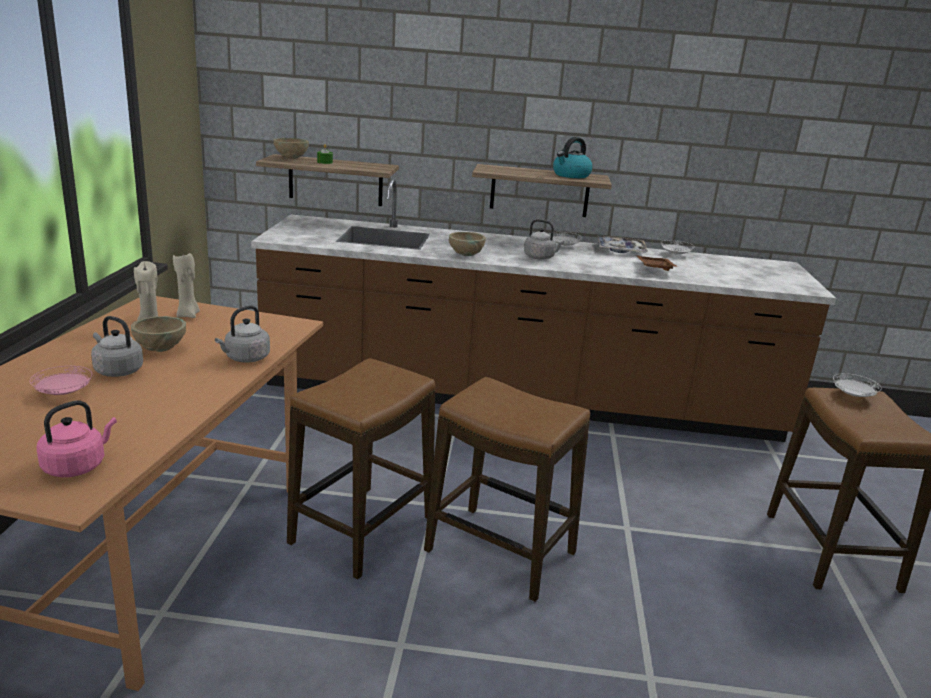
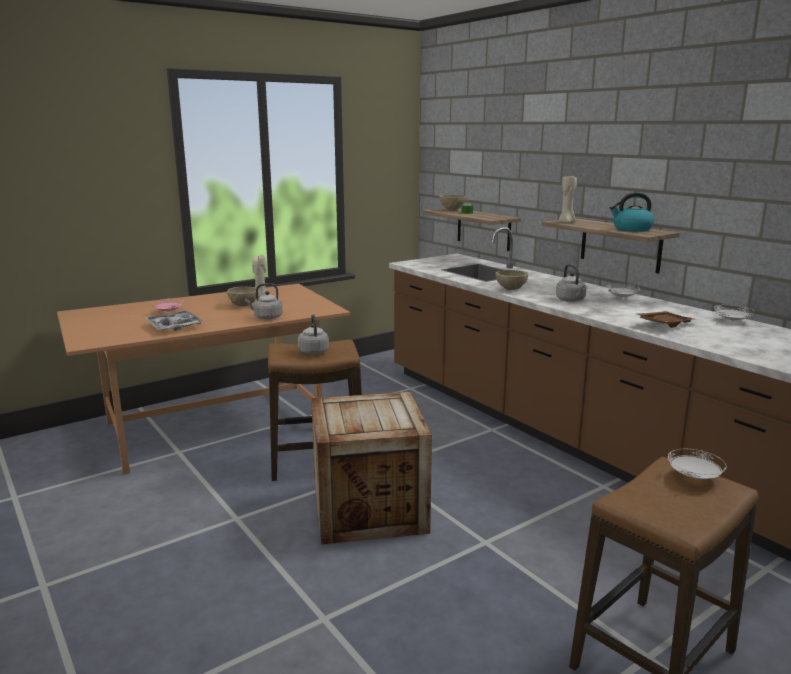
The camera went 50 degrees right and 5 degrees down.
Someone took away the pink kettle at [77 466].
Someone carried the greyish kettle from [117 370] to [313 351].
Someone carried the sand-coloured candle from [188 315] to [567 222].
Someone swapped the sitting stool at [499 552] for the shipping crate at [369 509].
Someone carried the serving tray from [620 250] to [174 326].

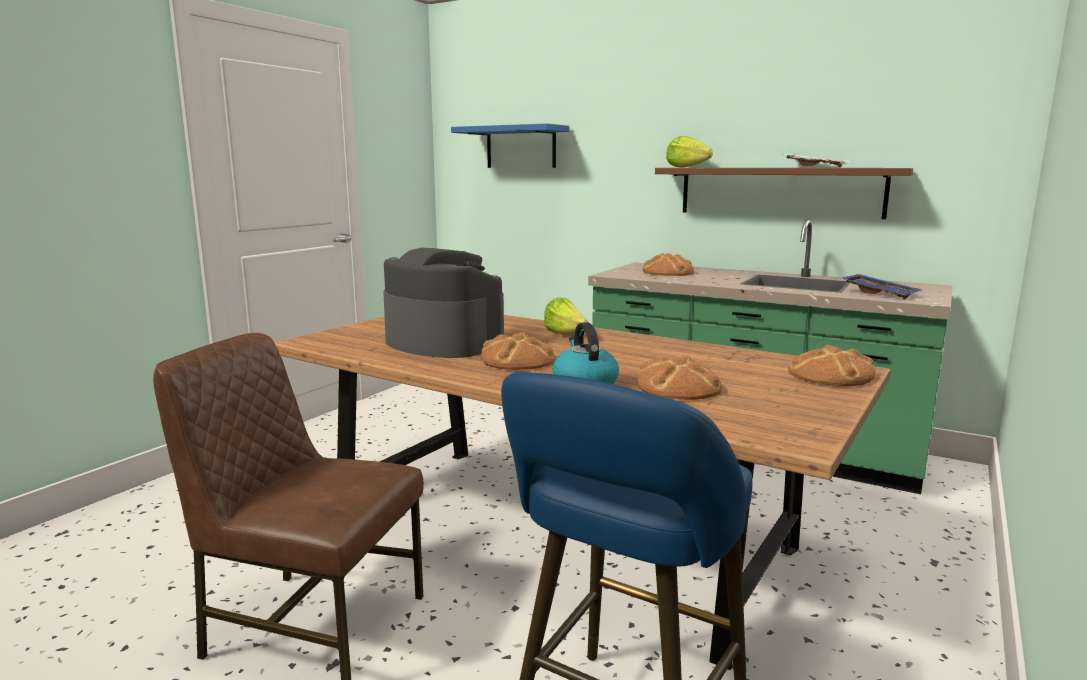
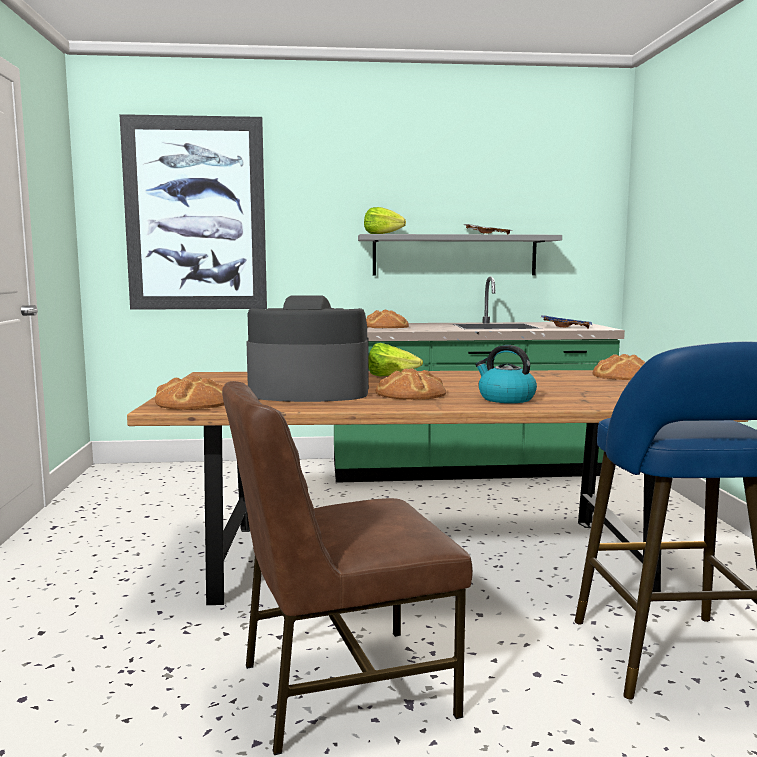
The camera went 35 degrees left and 5 degrees down.
Someone swapped the blue-coloured wall shelf at [521 147] for the wall art at [195 214].
Someone carried the bread from [677 387] to [193 403].
Someone repainted the brown wall shelf at [779 191], which became the greyish wall shelf at [454 255].

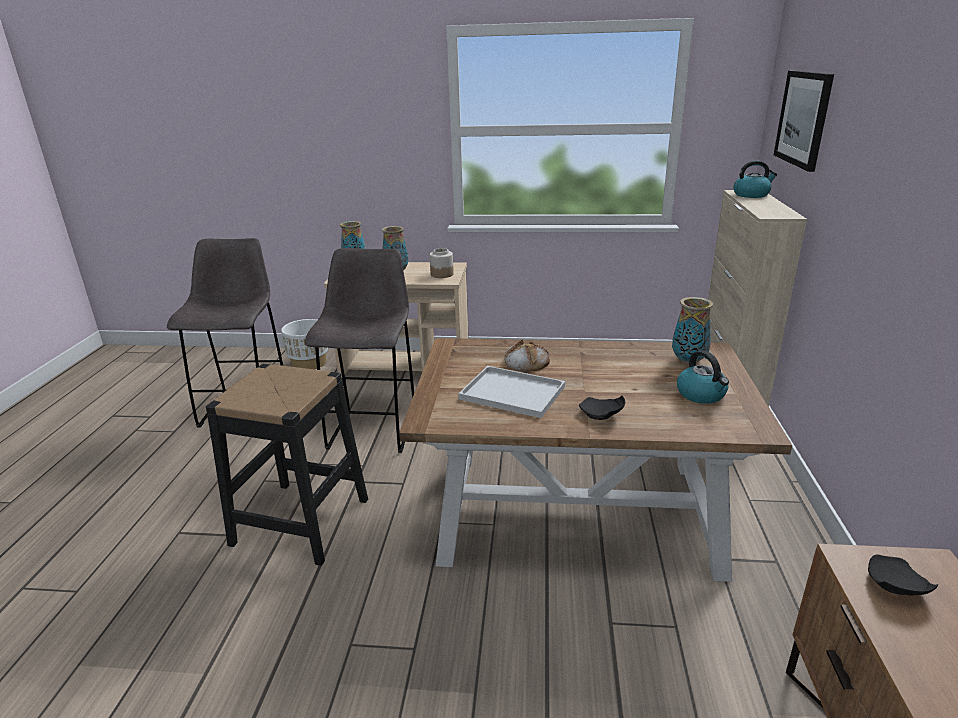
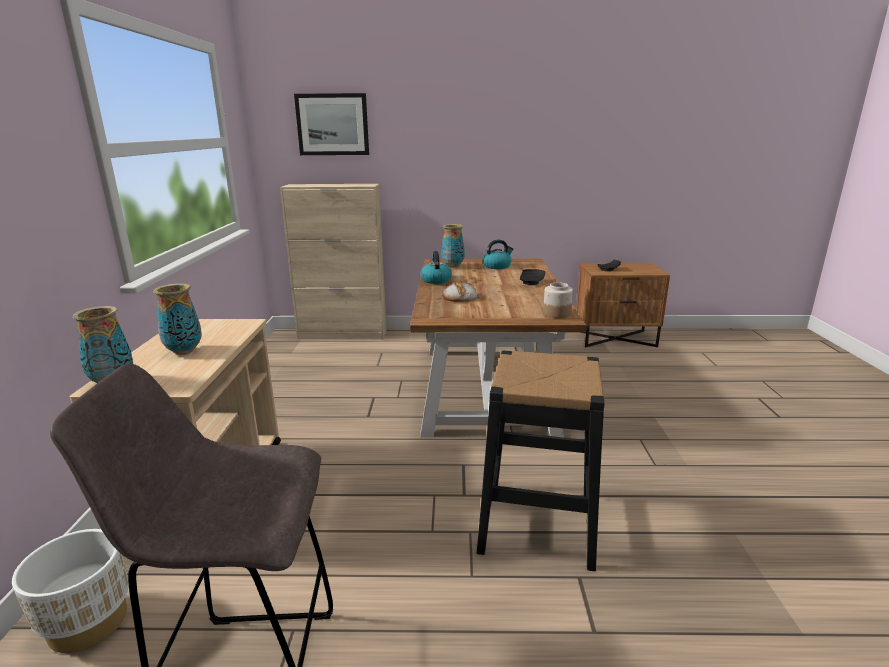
The camera went 95 degrees left and 5 degrees down.
Someone took away the greyish sitting stool at [374 429].
Someone carried the preserve jar from [442 274] to [556 314].
Someone took away the whitish serving tray at [514 393].
Someone carried the kettle from [751 195] to [436 280].

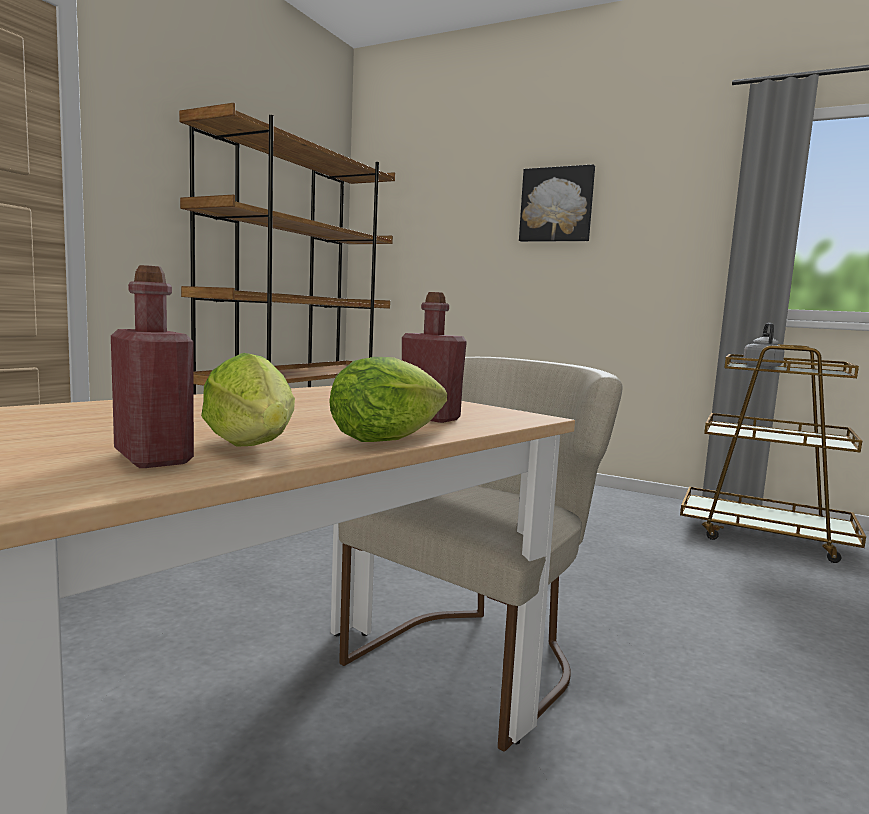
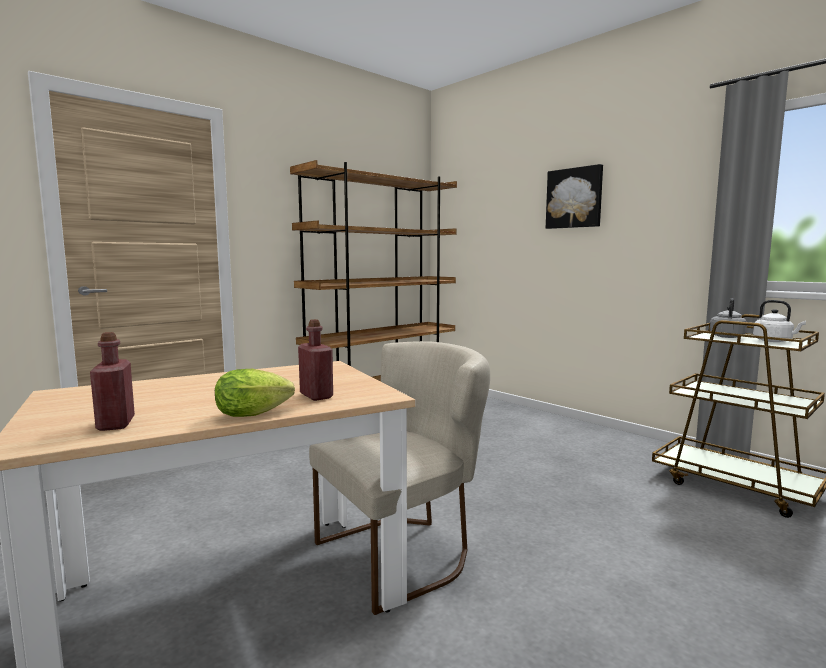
The camera went 20 degrees right and 0 degrees up.
Someone took away the lettuce at [254 449].
Someone put down the whitish kettle at [774 341].

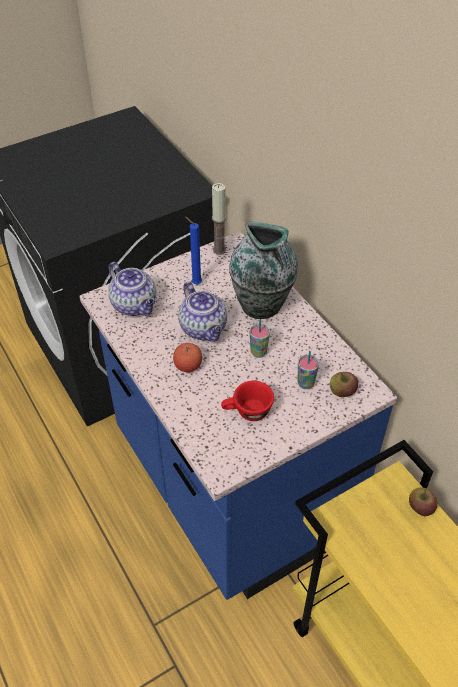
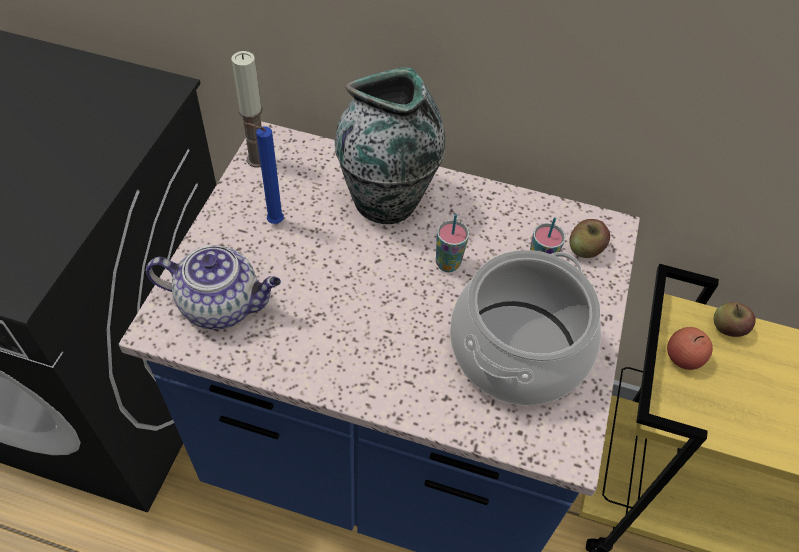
The camera went 45 degrees left and 5 degrees up.
Someone carried the whole apple from [188 366] to [683 357].
Someone took away the pot for tea at [204 329].
Someone swapped the reddish small cup at [247 412] for the cooking pot at [517 350].

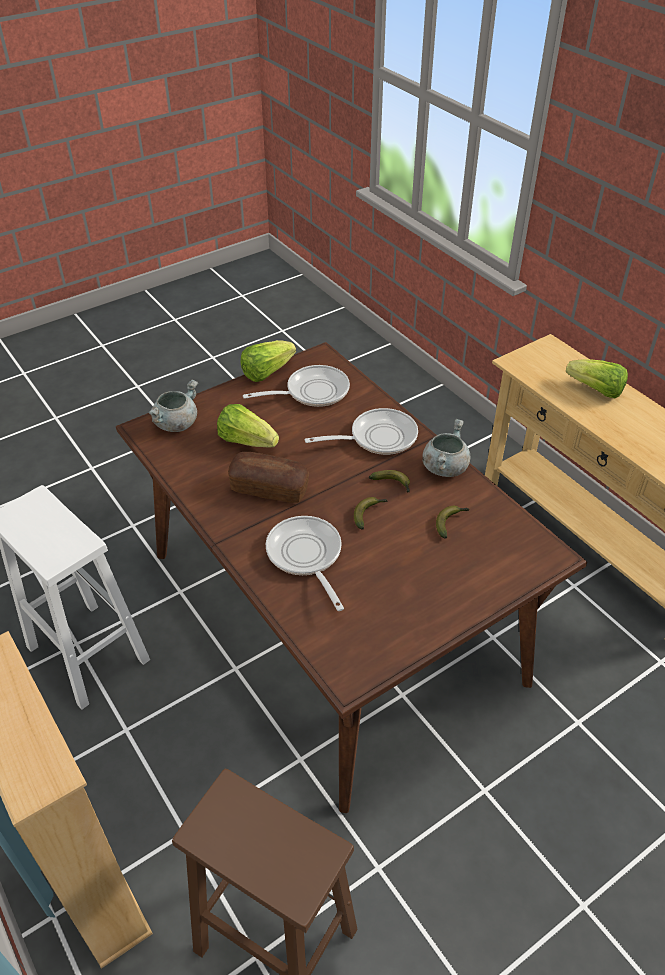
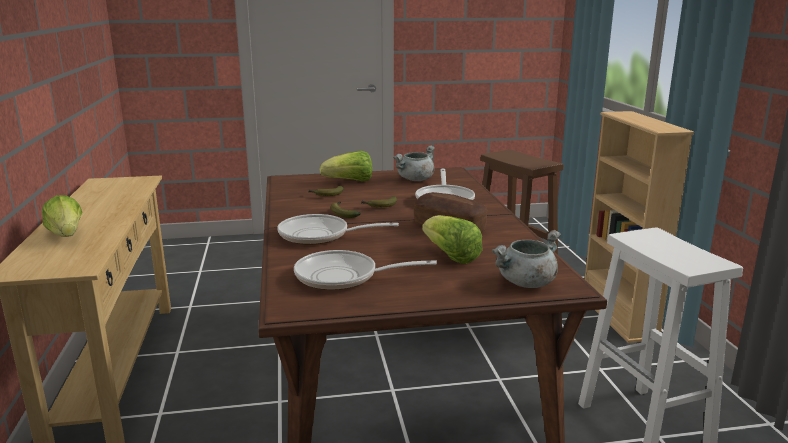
The camera went 155 degrees left and 25 degrees down.
Someone carried the lettuce from [266 372] to [350 181].
Someone carried the greyish cooking pot from [444 467] to [415 180].

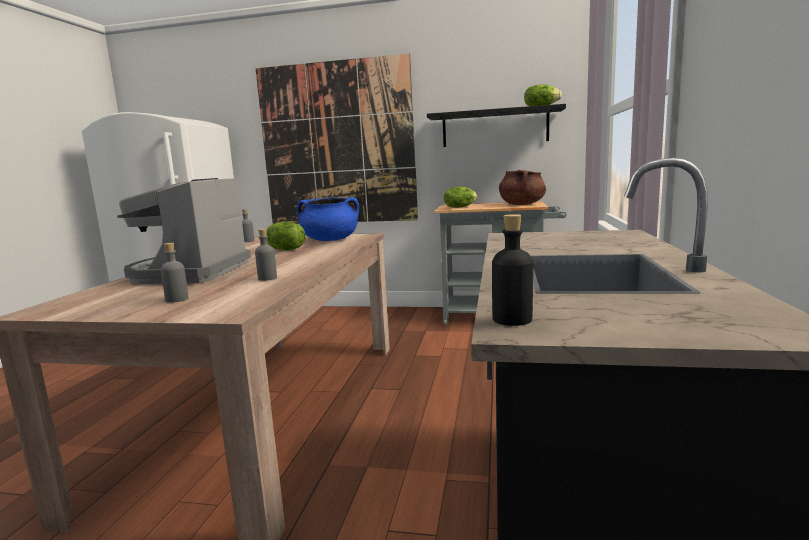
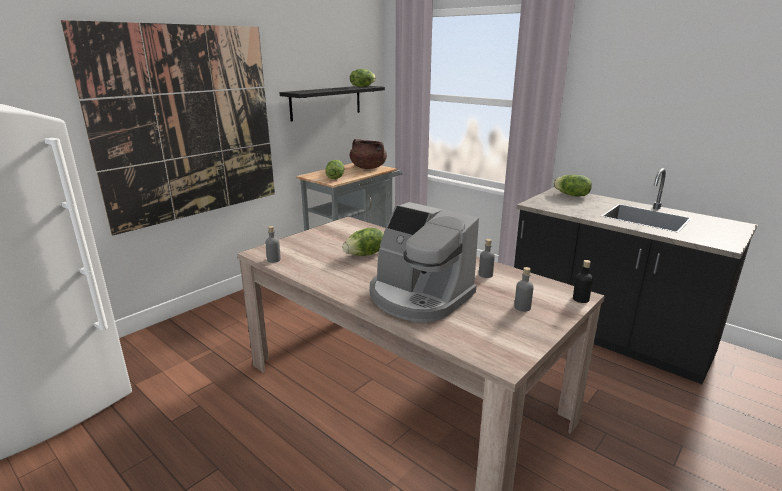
The camera went 60 degrees left and 10 degrees up.
Someone took away the blue-coloured cooking pot at [330 240].
Someone carried the black drink bottle from [512 319] to [580 299].
Someone put down the lettuce at [571 195].

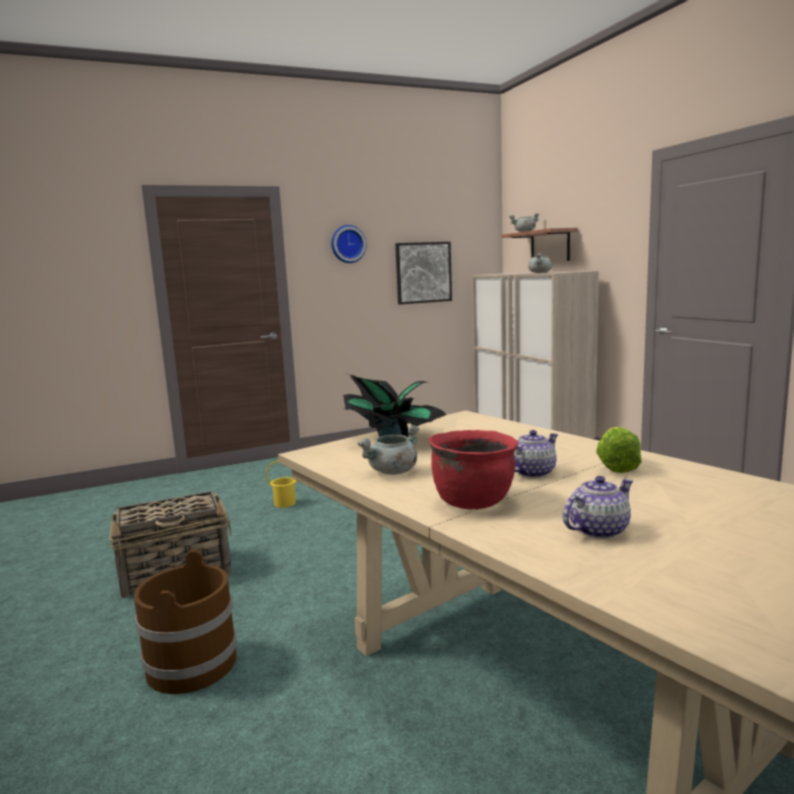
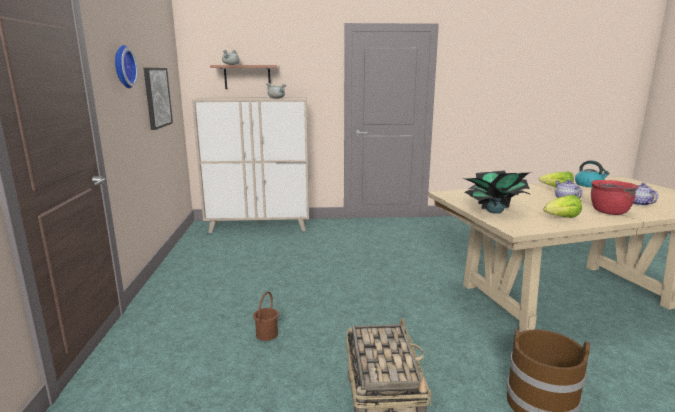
The camera went 70 degrees left and 5 degrees up.
Someone repainted the yellow-coloured bucket at [284 503], which became the brown bucket at [266 334].
Someone swapped the greyish cooking pot at [392 472] for the lettuce at [561 218].
Someone put down the kettle at [589 185].

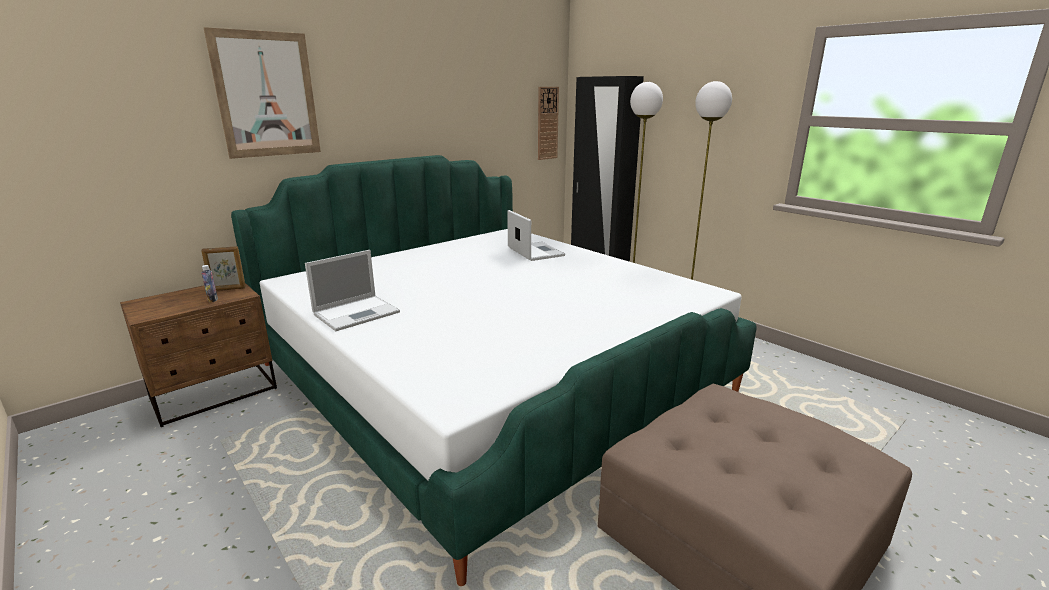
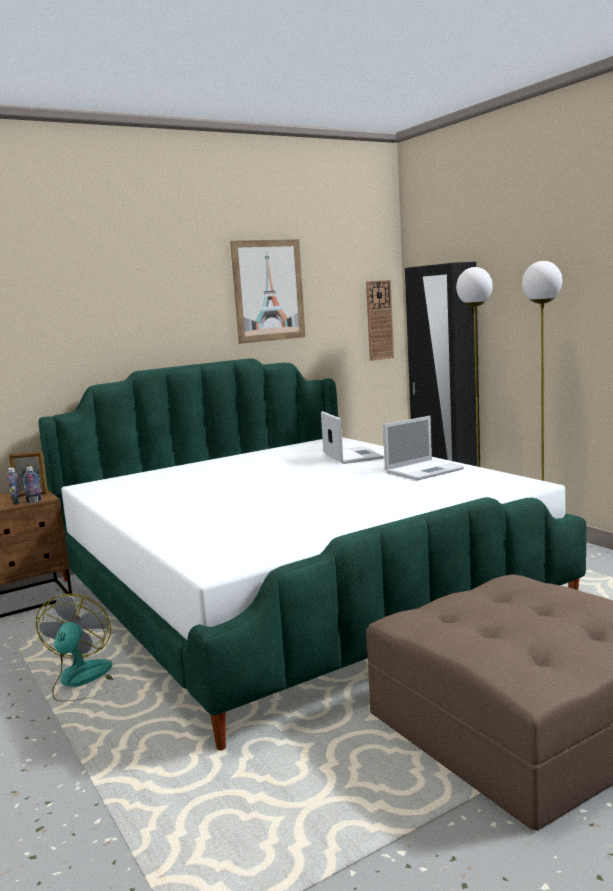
The camera went 10 degrees right and 10 degrees down.
Someone carried the wall art from [266 95] to [268 290].
Someone carried the laptop from [357 313] to [425 470].
Someone put down the drink bottle at [34 501].
Someone put down the cooling fan at [82 681].

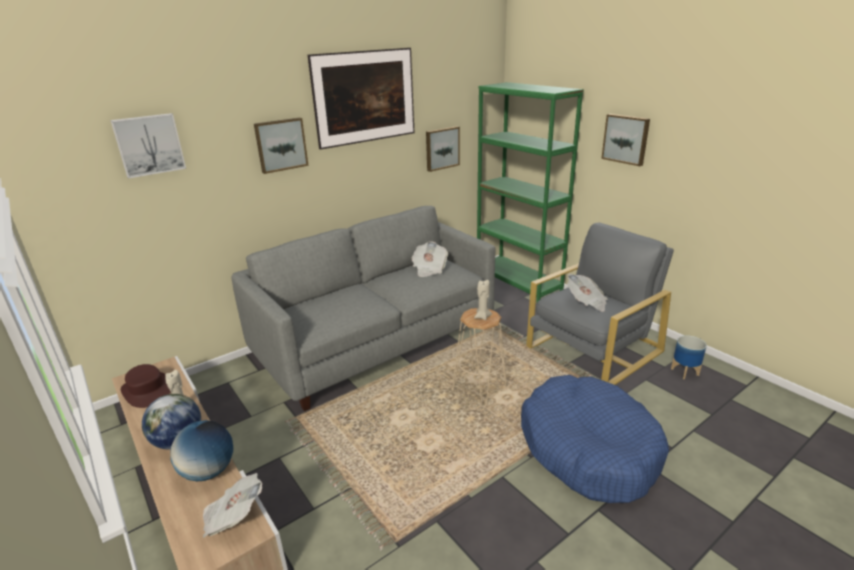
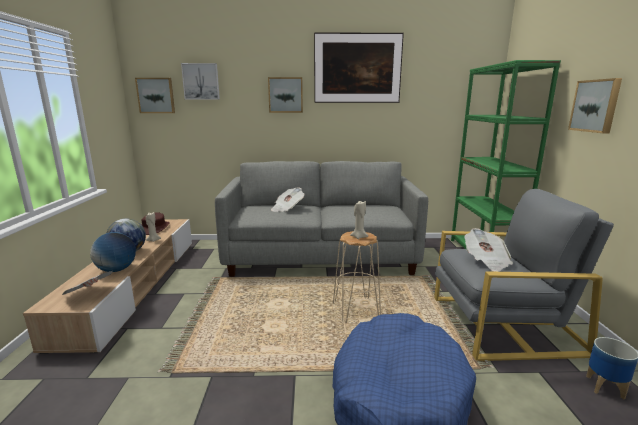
The camera went 35 degrees right and 10 degrees down.
Someone carried the newspaper from [429 269] to [287 208].
Someone carried the wall art from [441 148] to [156 95].

